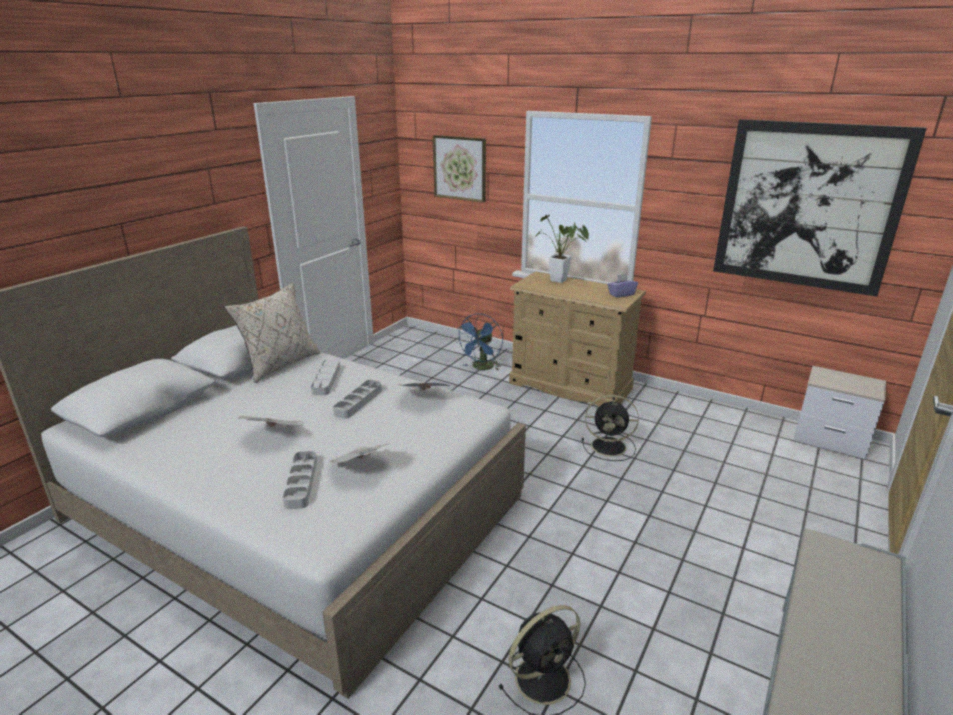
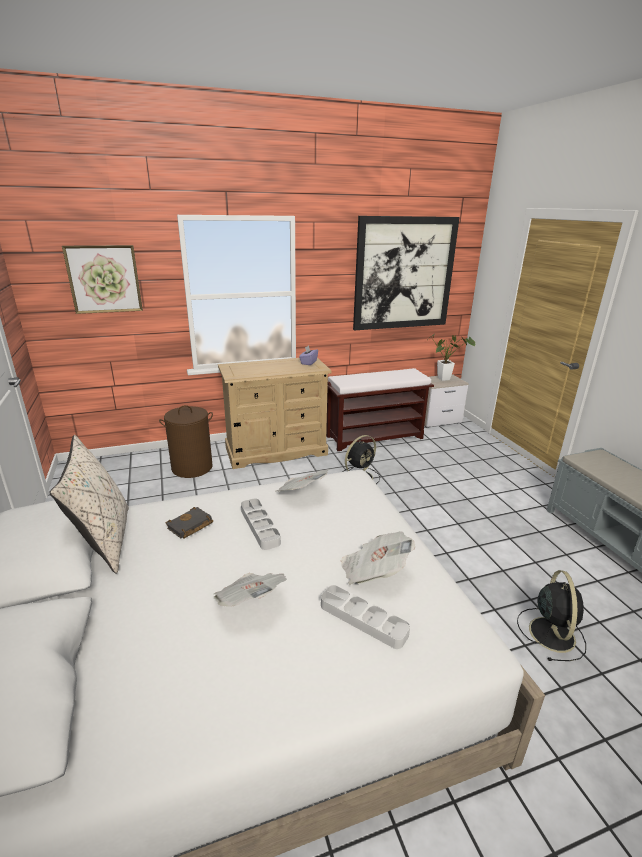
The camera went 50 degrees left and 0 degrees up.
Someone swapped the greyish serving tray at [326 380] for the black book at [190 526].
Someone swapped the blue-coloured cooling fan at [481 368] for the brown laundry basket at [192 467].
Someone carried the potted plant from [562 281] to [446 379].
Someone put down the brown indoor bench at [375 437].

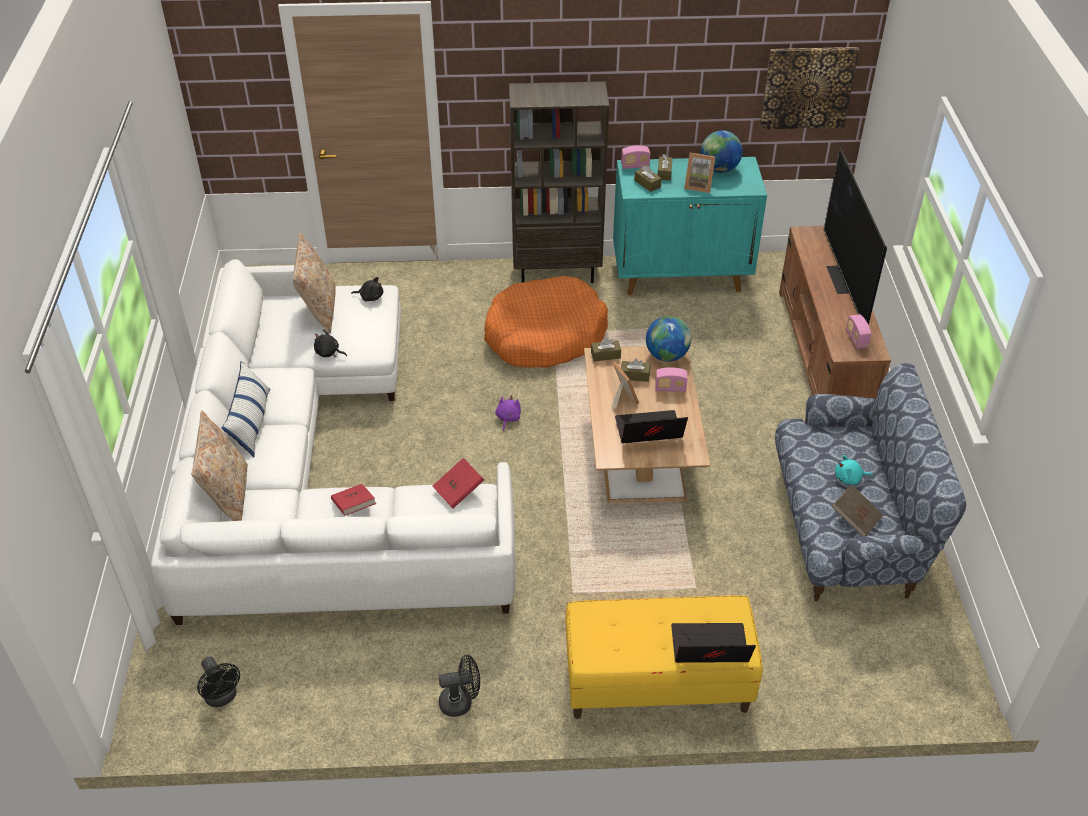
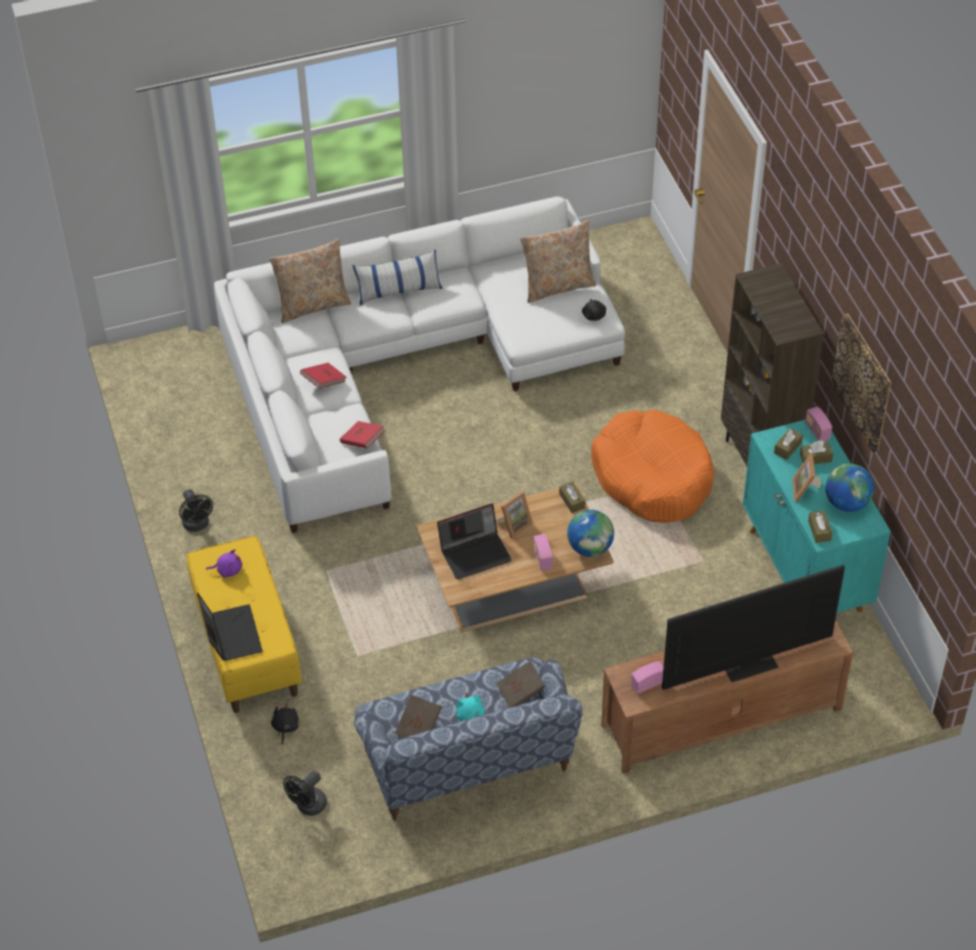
The camera went 75 degrees right and 5 degrees up.
Someone carried the black cooling fan from [222 697] to [308 807].
Someone carried the black soft toy from [328 353] to [285 727].
Someone carried the purplish soft toy from [507 418] to [227 570].
Someone rotated the laptop at [648 432] by 90 degrees clockwise.
Someone carried the brown box of tissues from [635 375] to [819 530].
Someone carried the wall art from [807 87] to [863 382].
Someone put down the brown book at [521 692].

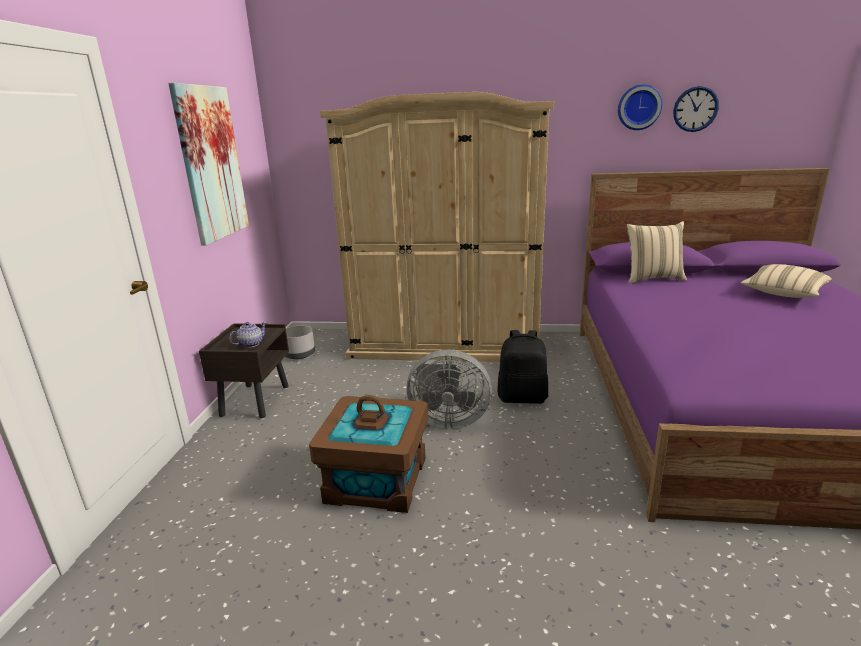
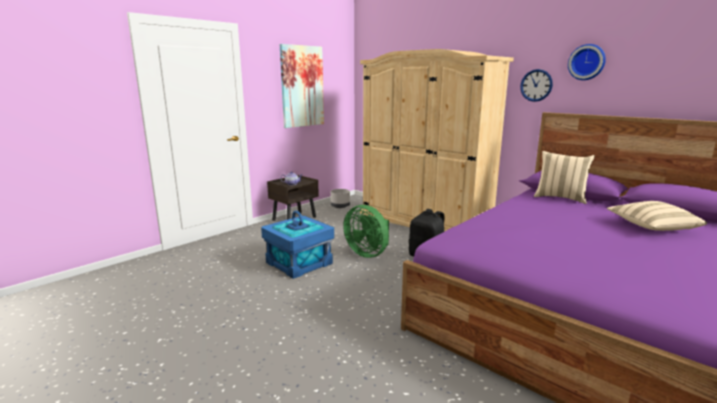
The camera went 35 degrees right and 5 degrees down.
Someone repainted the brown storage container at [376 480], which became the blue-coloured storage container at [298 263].
Someone repainted the greyish cooling fan at [447 420], which became the green-coloured cooling fan at [368 253].
Someone carried the clock on the wall from [695 109] to [536 85].

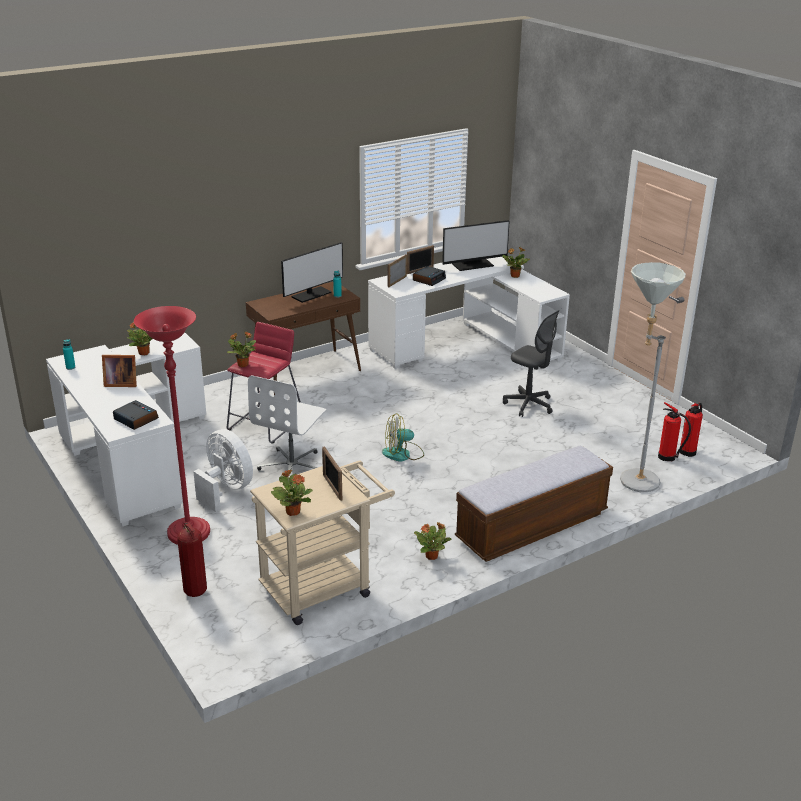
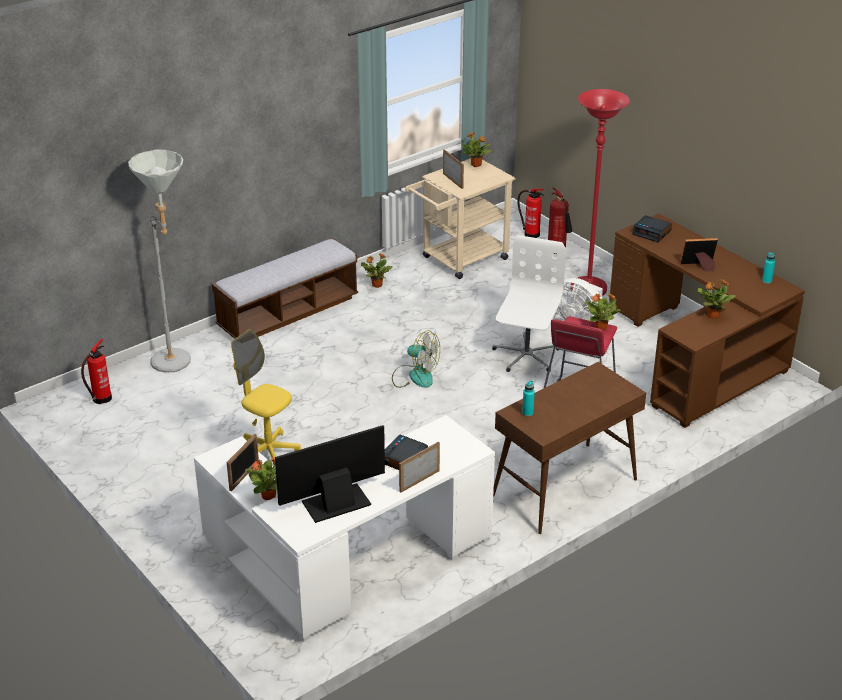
The camera went 175 degrees right and 5 degrees up.
Someone repainted the whitish desk table at [130 456], which became the brown desk table at [697 356].
Someone took away the computer display at [311 295].
Someone rotated the cooling fan at [403 454] by 45 degrees clockwise.
Someone carried the standing frame from [397 281] to [244 476].
Someone repainted the greyish desk chair at [529 405], which became the yellow-coloured desk chair at [268 452].
Someone carried the fire-fighting cylinder from [668 458] to [530 234].

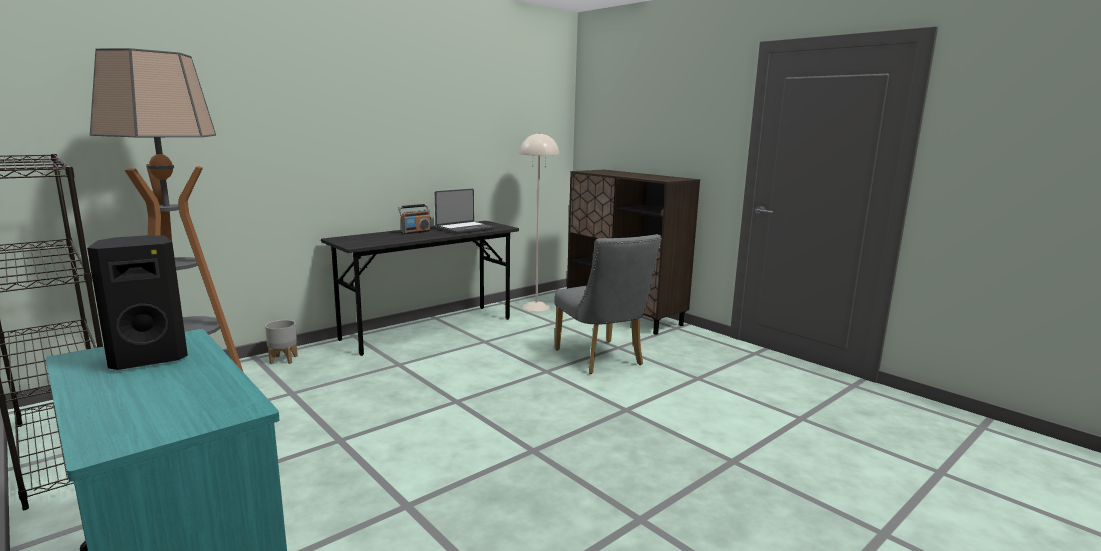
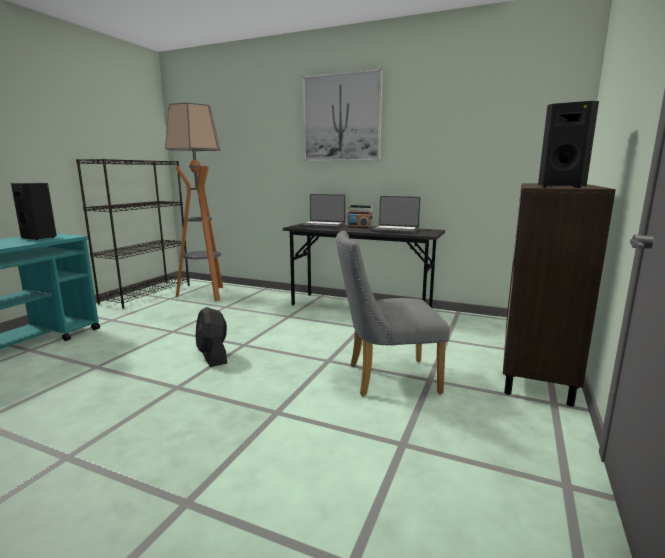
The camera went 65 degrees right and 0 degrees up.
Someone took away the greyish plant pot at [284 359].
Someone took away the sand-coloured standard lamp at [536 307].
Someone rotated the greyish chair at [602 359] by 45 degrees clockwise.
Someone put down the black cooling fan at [213 356].
Someone put down the laptop at [323 226].
Someone put up the wall art at [341 118].
Someone put down the black loudspeaker at [562 187].

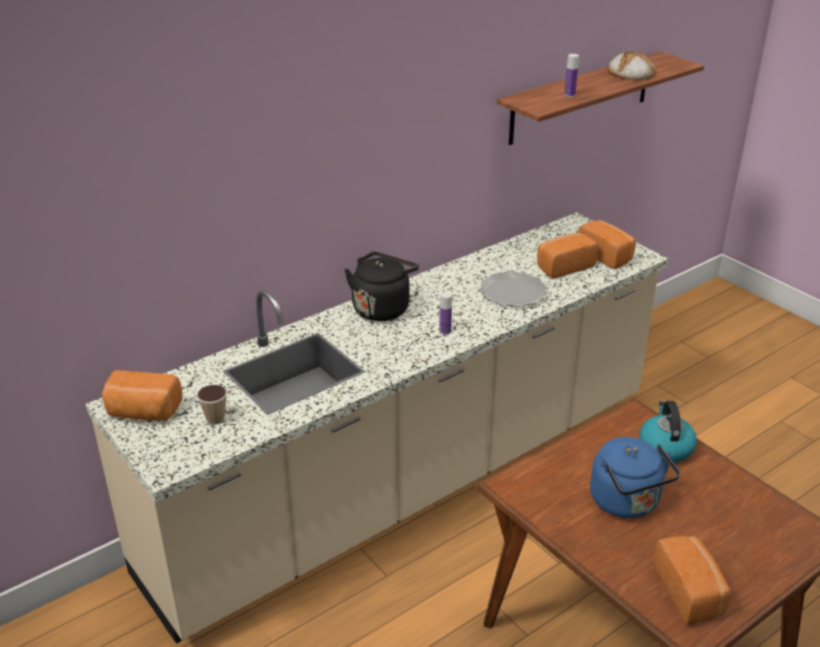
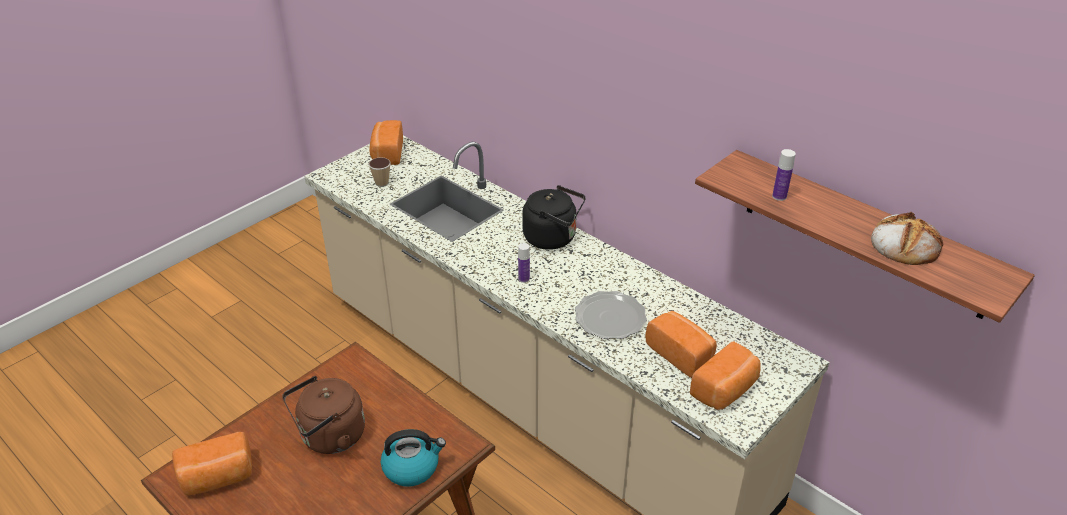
The camera went 80 degrees right and 5 degrees up.
Someone repainted the blue-coloured kettle at [627 503], which became the brown kettle at [329 437].

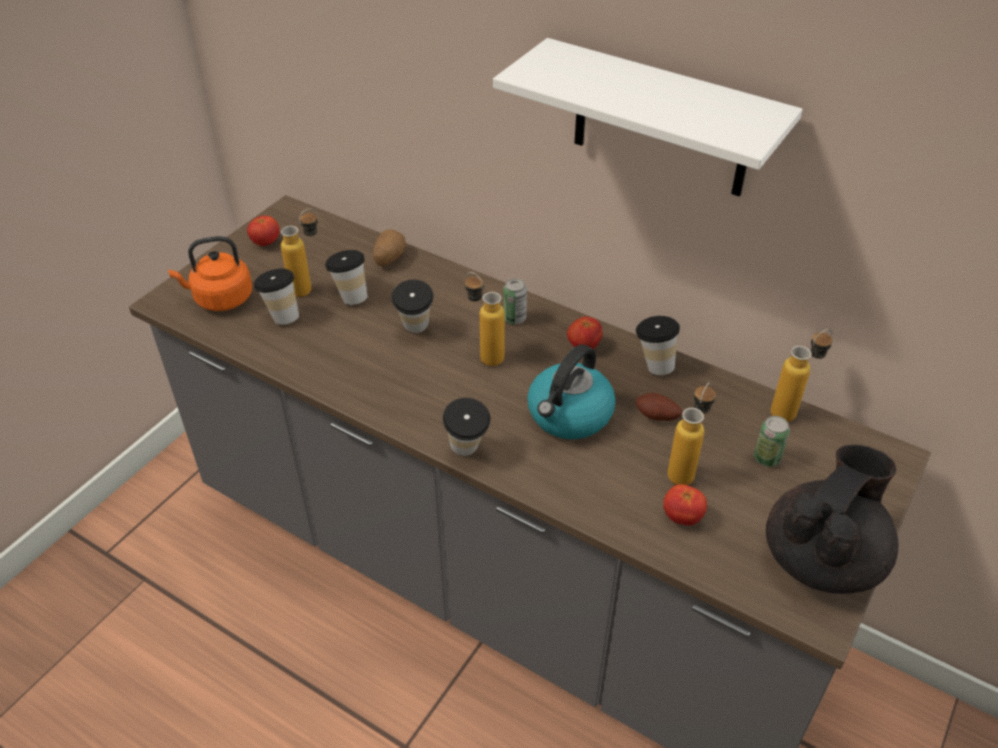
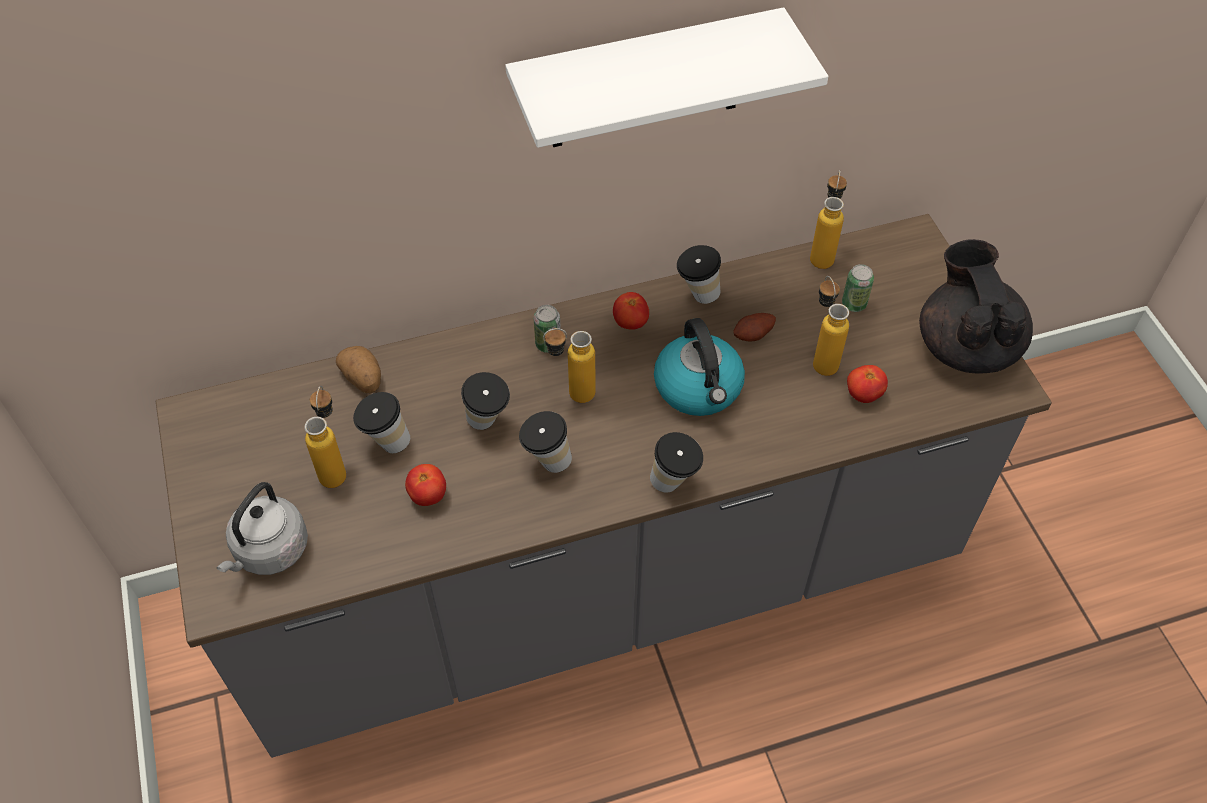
The camera went 50 degrees left and 10 degrees up.
Someone repainted the orange-coloured kettle at [220 299], which became the greyish kettle at [269 551].
Someone carried the whole tomato from [266 242] to [428 495].
Someone carried the small cup from [282 316] to [546 462].

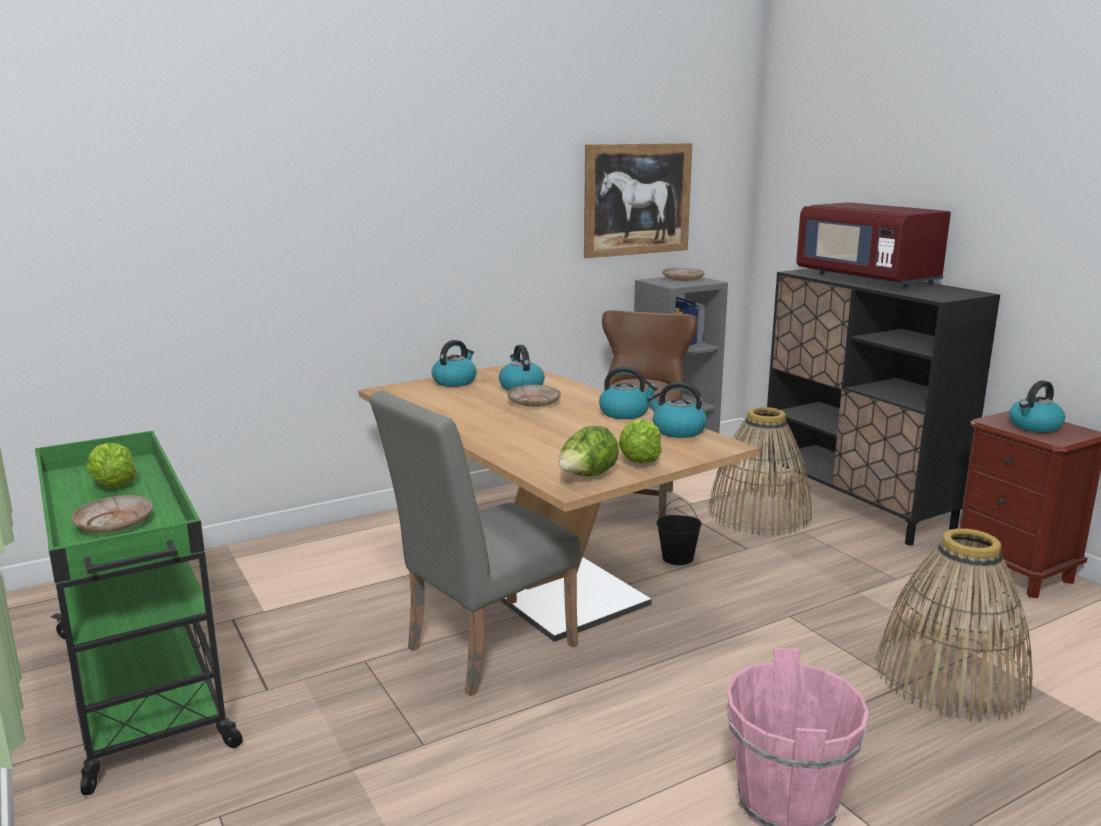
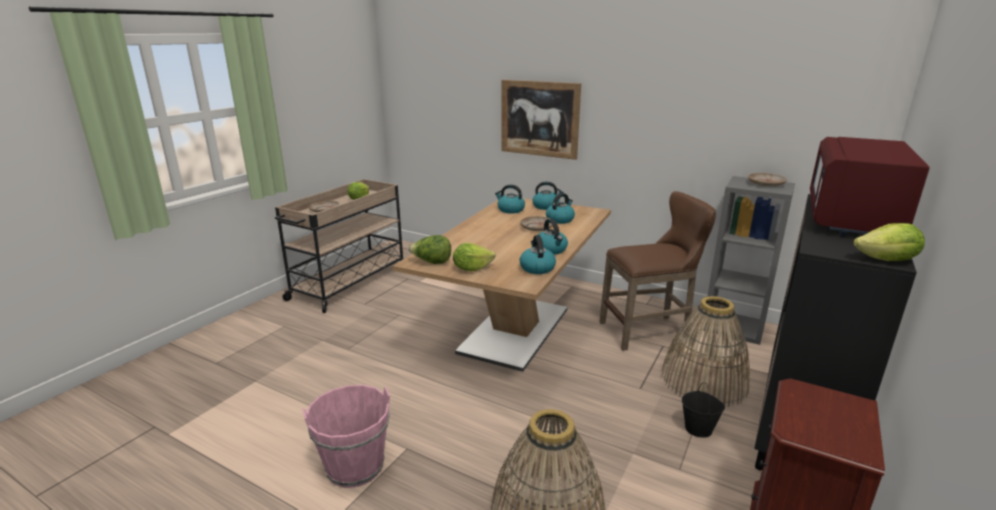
The camera went 60 degrees right and 5 degrees up.
Someone repainted the green-coloured trolley at [142 689], which became the sand-coloured trolley at [349 283].
Someone took away the greyish chair at [480 650].
Someone carried the wall art from [637 199] to [539 119].
Someone carried the black bucket from [677 558] to [698 429].
Someone carried the kettle from [1034 427] to [510 210].
Someone put down the lettuce at [887 260].

